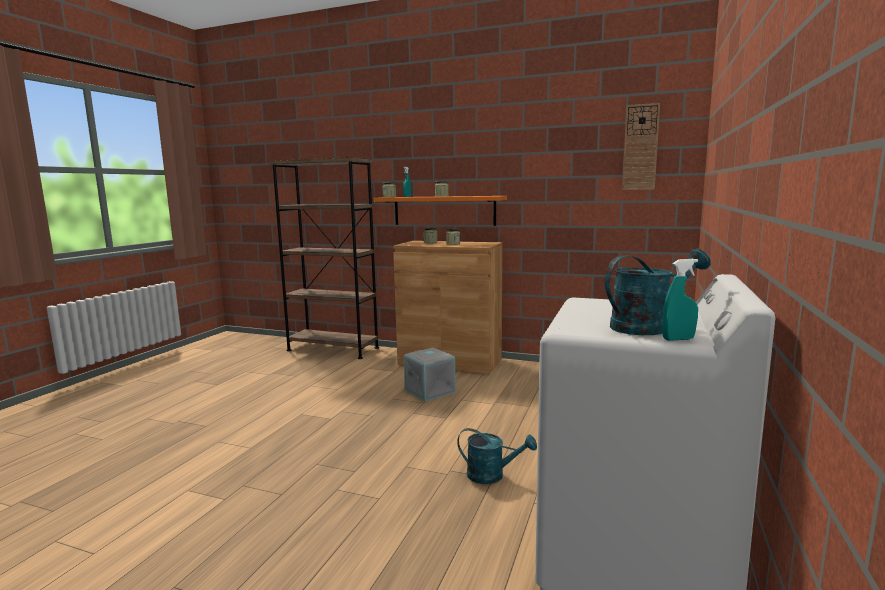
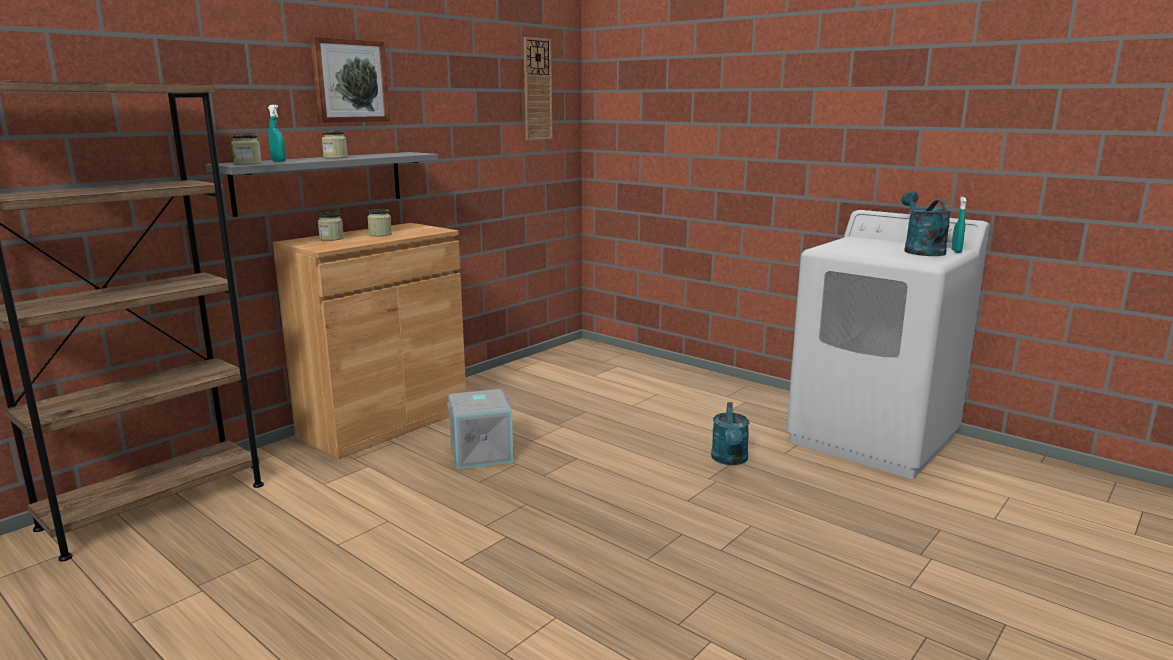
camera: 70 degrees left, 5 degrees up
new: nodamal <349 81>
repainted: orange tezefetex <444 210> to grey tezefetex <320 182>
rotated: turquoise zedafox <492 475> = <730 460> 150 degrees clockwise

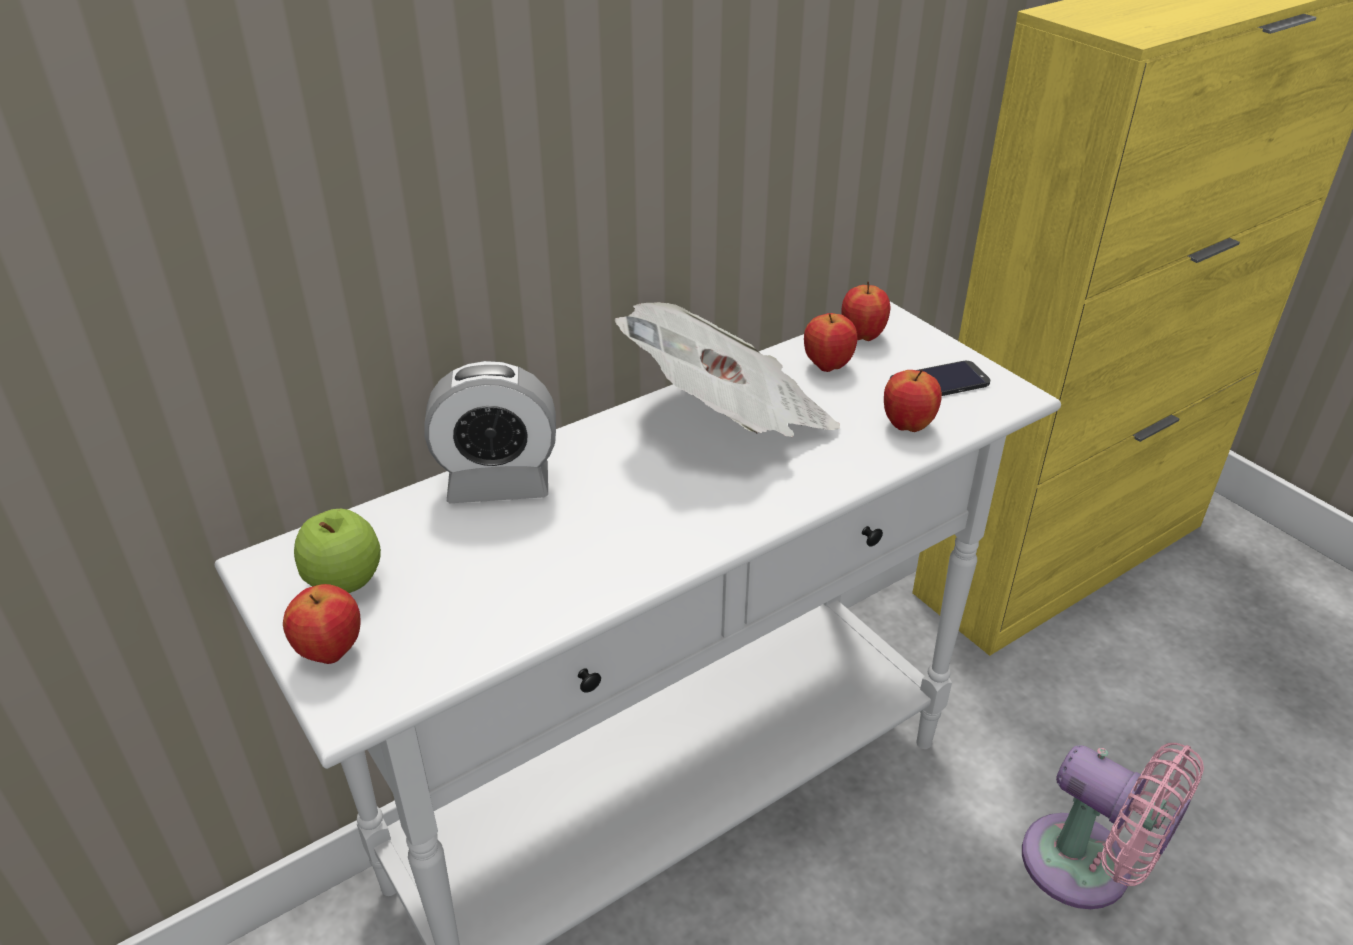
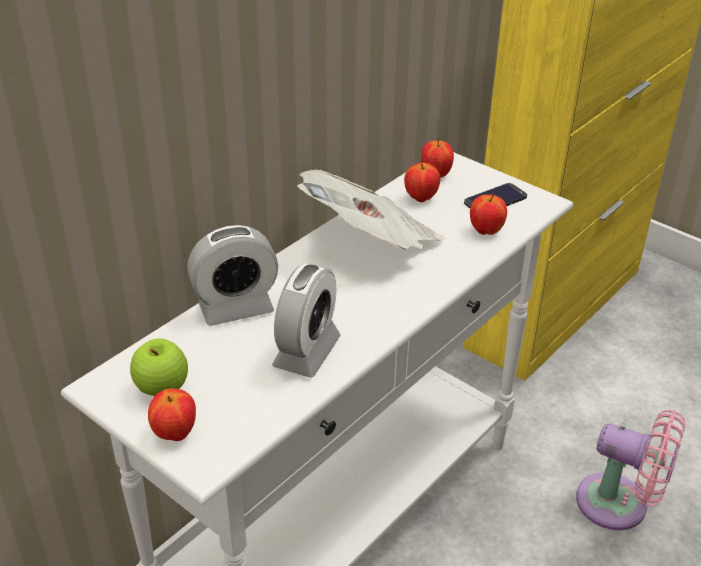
camera: 15 degrees left, 0 degrees up
new: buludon <307 352>

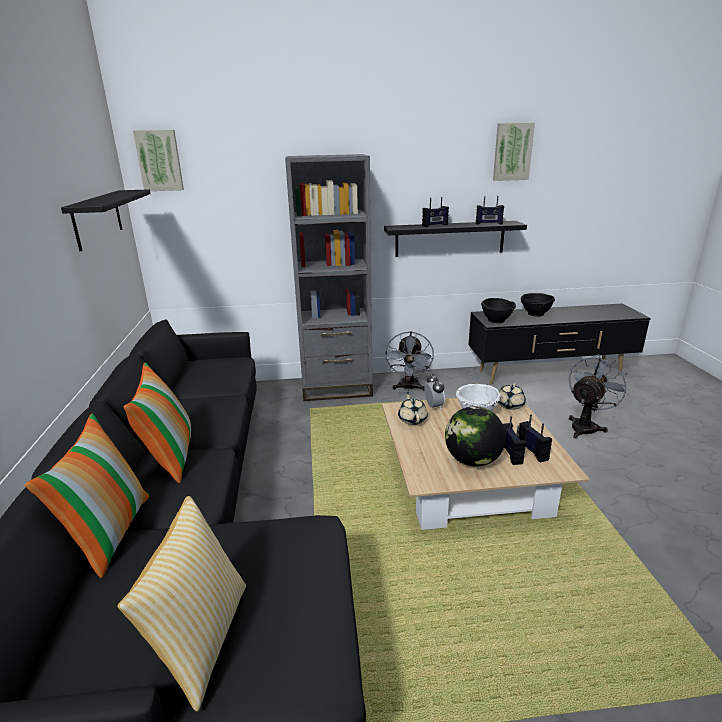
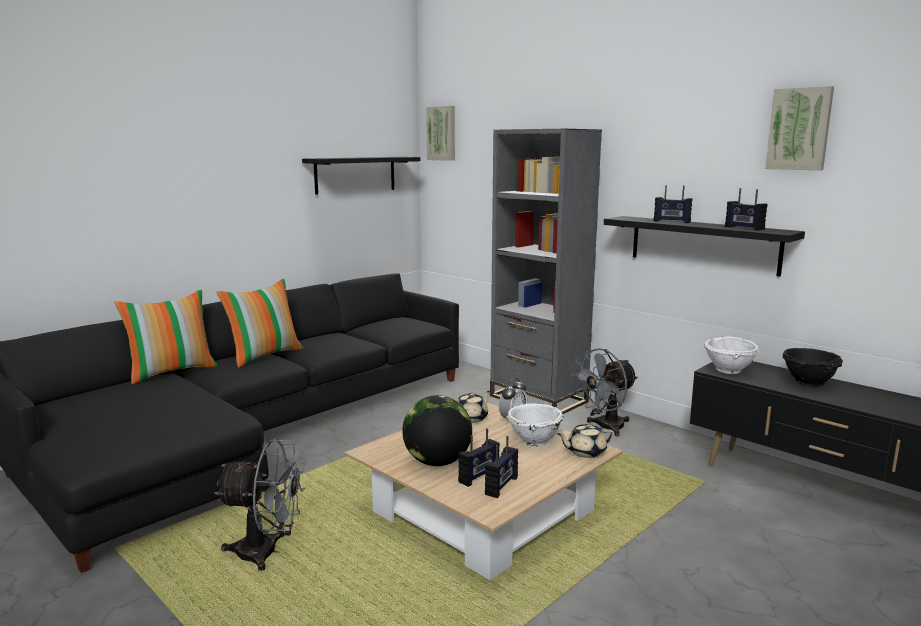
camera: 50 degrees right, 10 degrees down
gone: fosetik <201 640>
shifted: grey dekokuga <586 426> to <267 552>
repainted: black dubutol <497 320> to white dubutol <729 370>

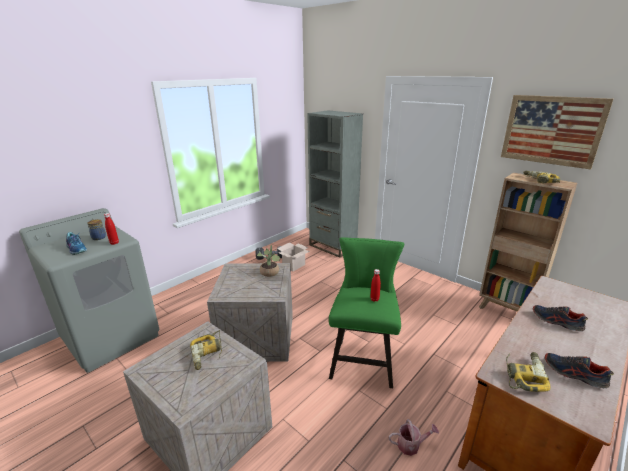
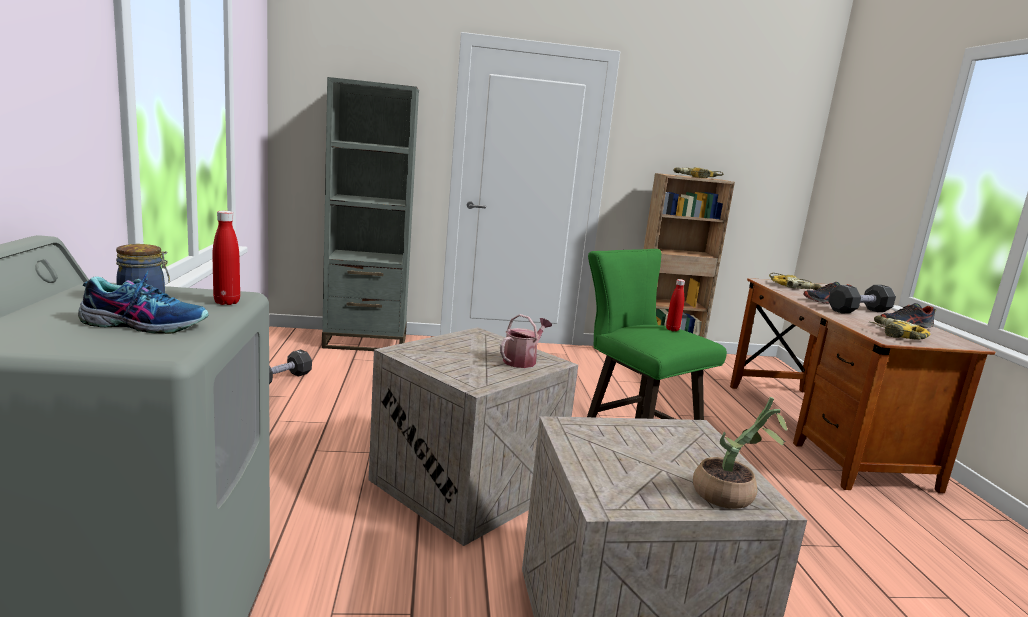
camera: 50 degrees left, 10 degrees down
gone: nodamal <551 130>; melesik <293 266>
new: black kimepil <859 311>
shifted: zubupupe <270 273> to <731 496>; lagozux <208 353> to <793 287>; zedafox <411 445> to <522 360>

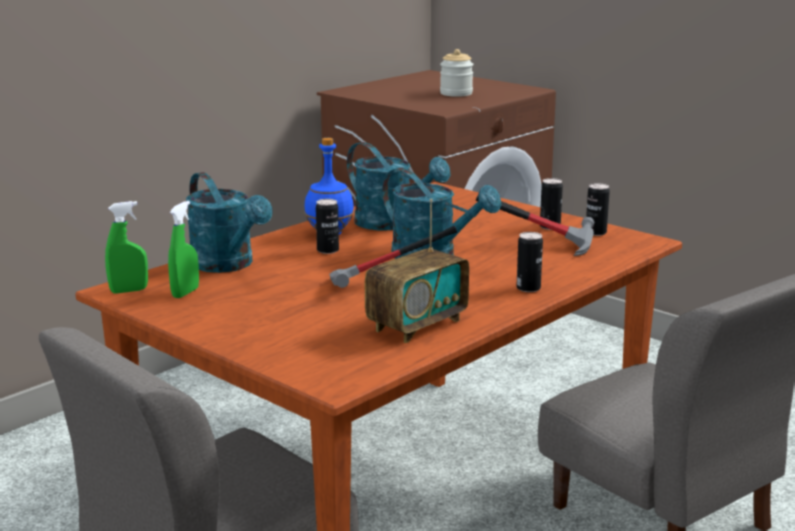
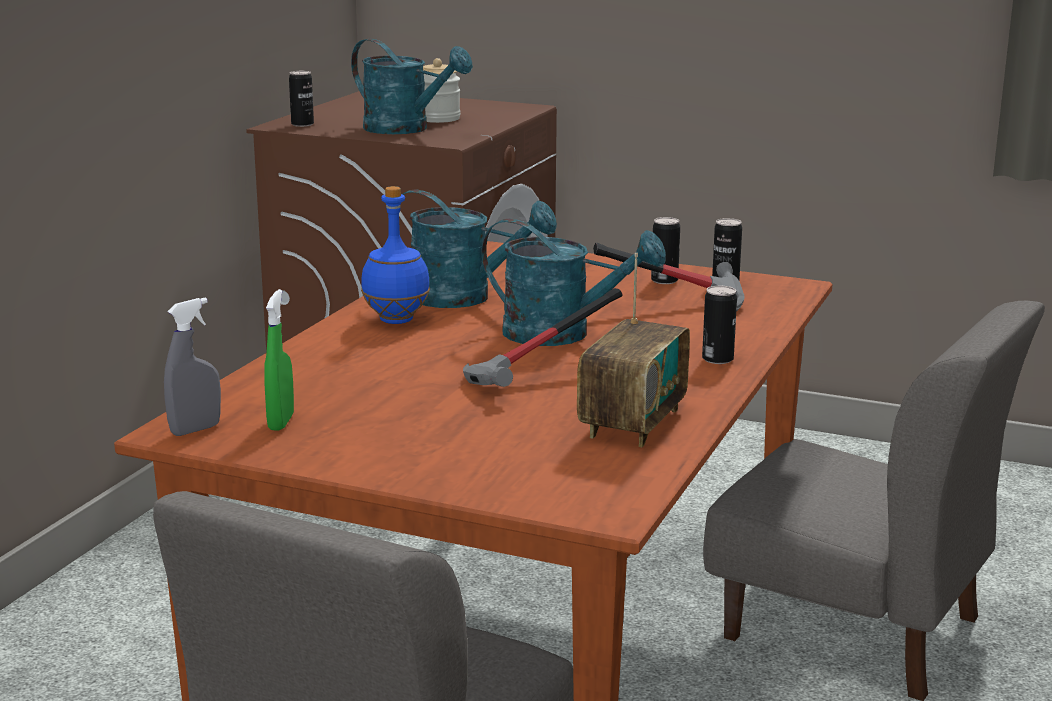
camera: 20 degrees left, 0 degrees up
shifted: turquoise zedafox <228 265> to <406 129>; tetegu <327 250> to <302 124>
repainted: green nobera <129 291> to grey nobera <195 429>

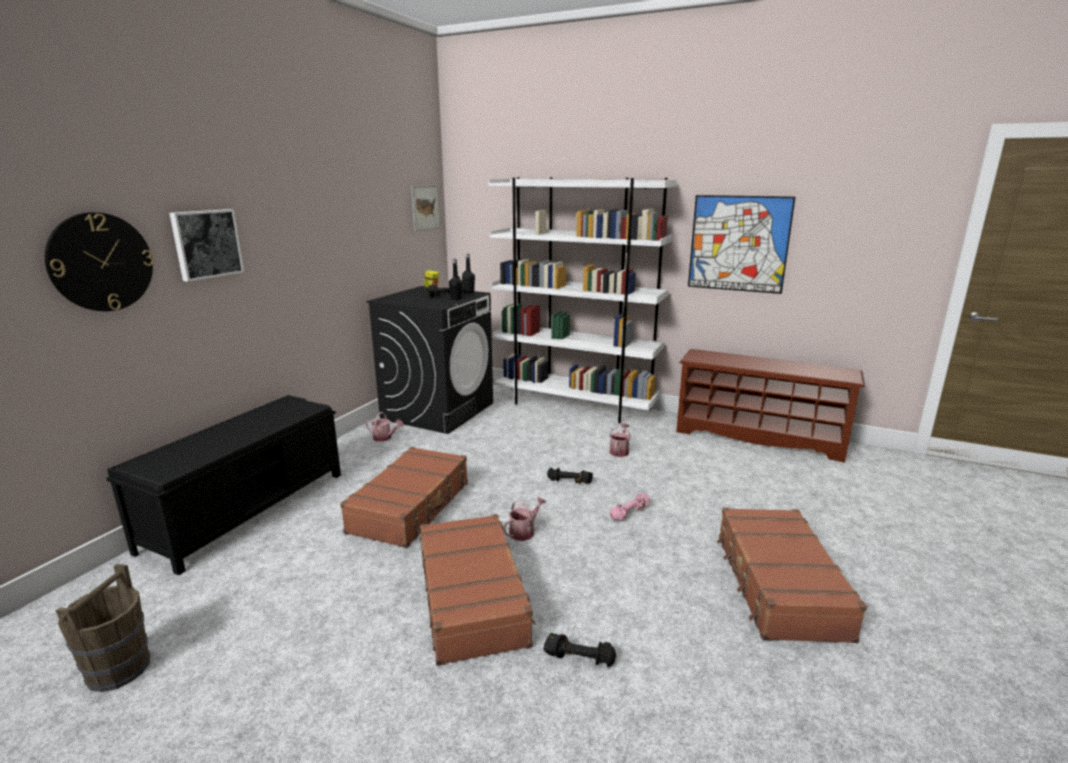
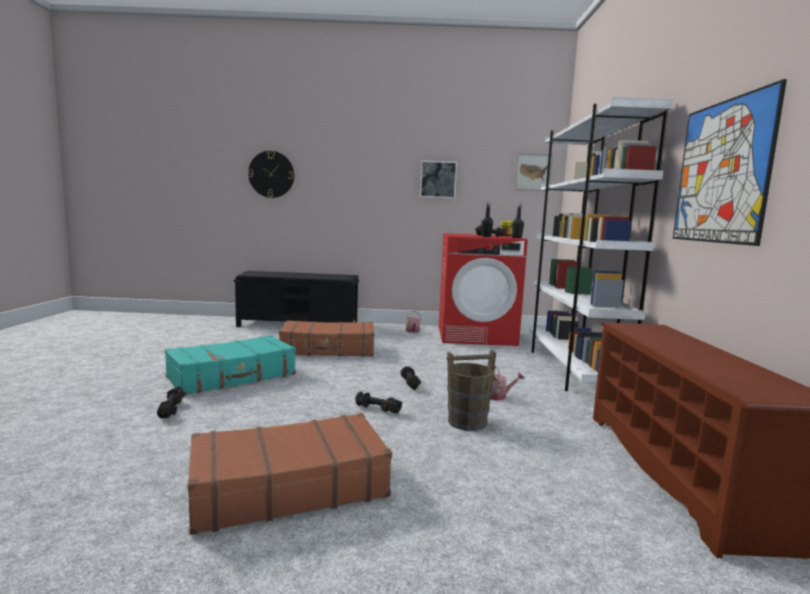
camera: 65 degrees right, 10 degrees down
gone: zedafox <524 531>
shifted: nodamal <206 244> to <438 179>; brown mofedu <119 668> to <467 422>
repainted: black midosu <438 411> to red midosu <476 335>; pink kimepil <630 513> to black kimepil <376 410>; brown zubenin <473 597> to turquoise zubenin <233 376>

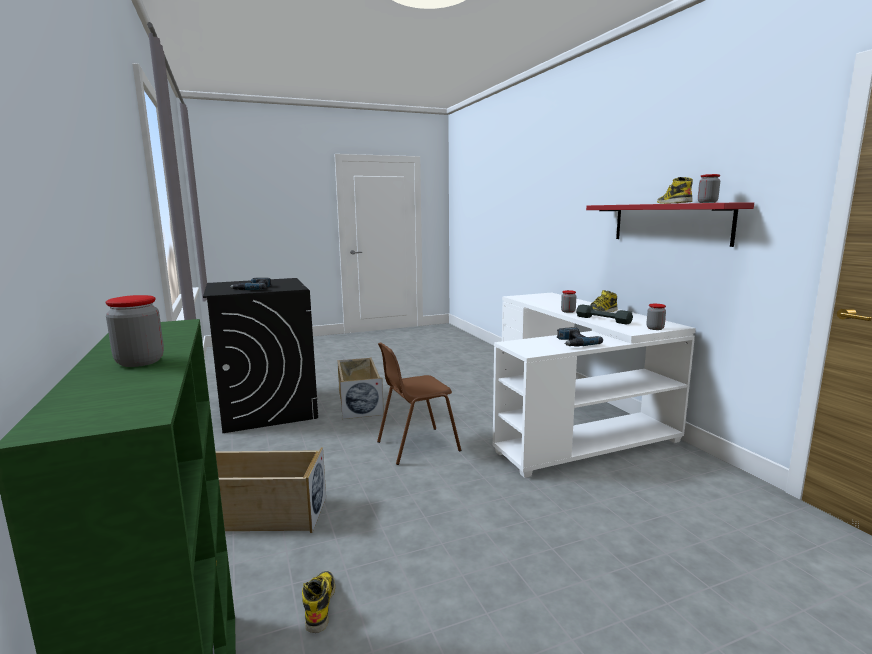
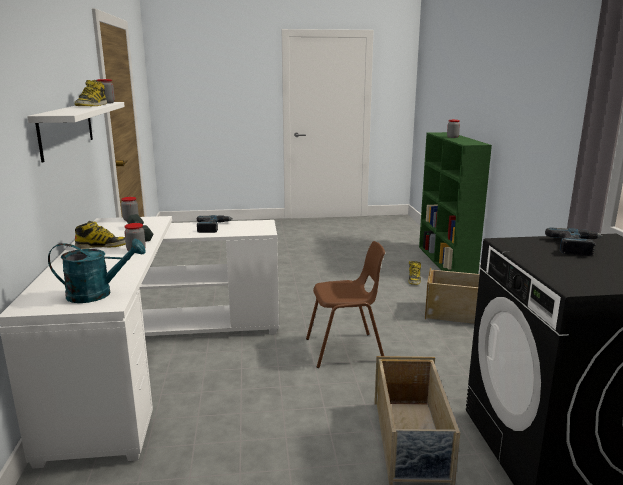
camera: 165 degrees left, 5 degrees up
new: turquoise zedafox <98 294>
repainted: red tezefetex <669 223> to white tezefetex <67 128>

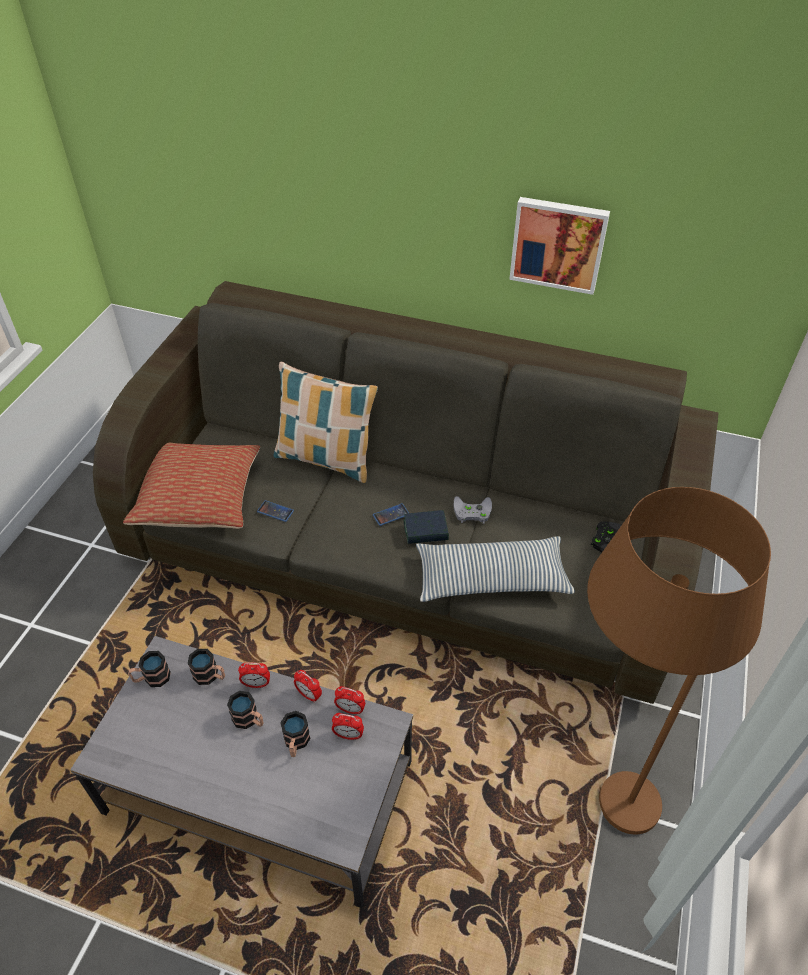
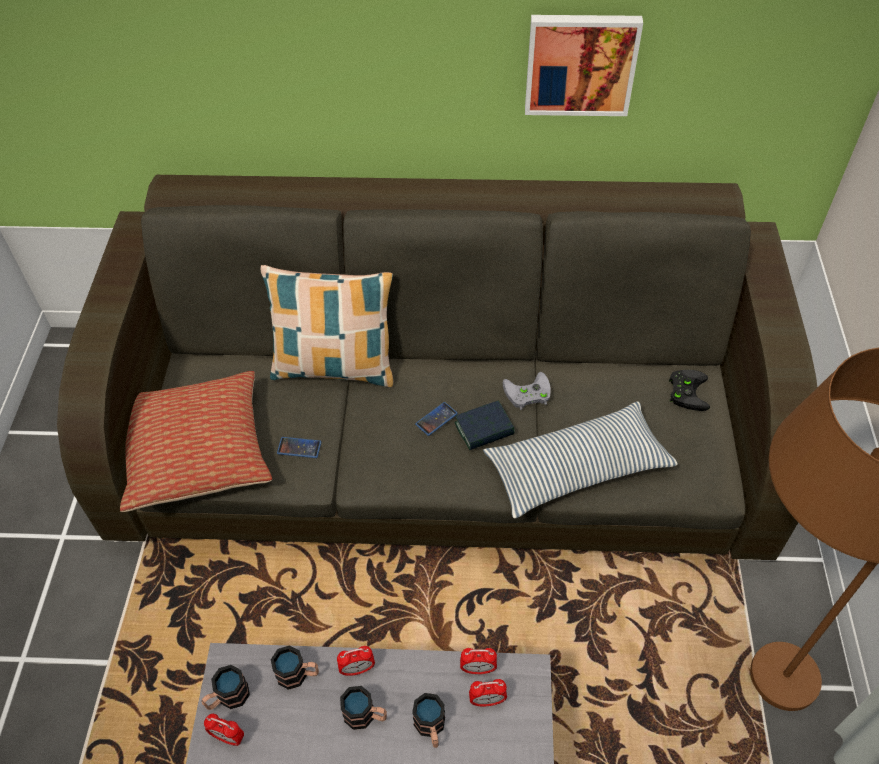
camera: 15 degrees left, 5 degrees up
shifted: buludon <309 695> to <228 737>

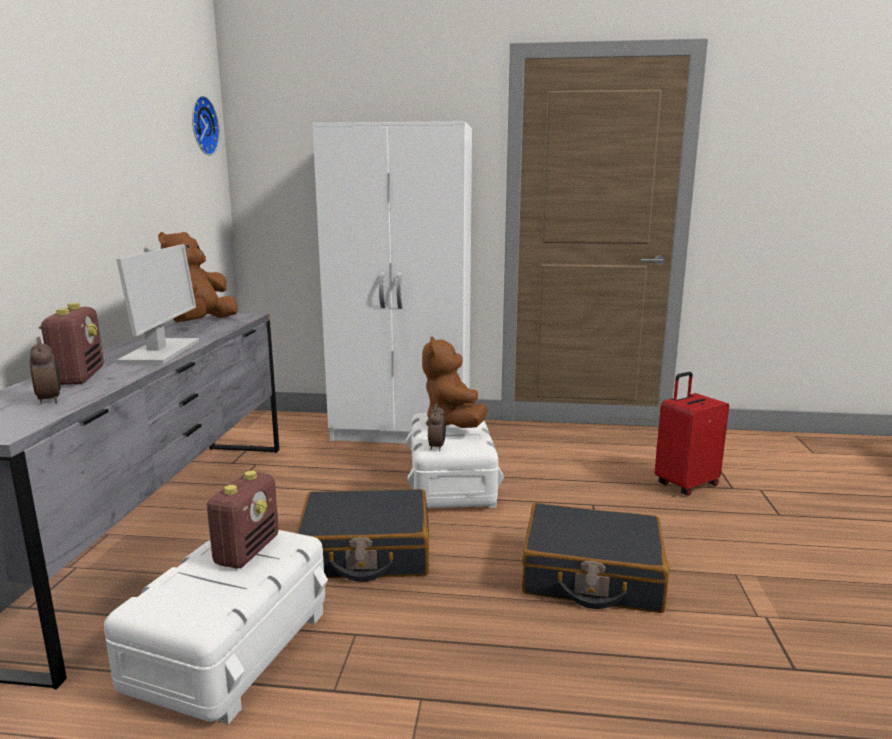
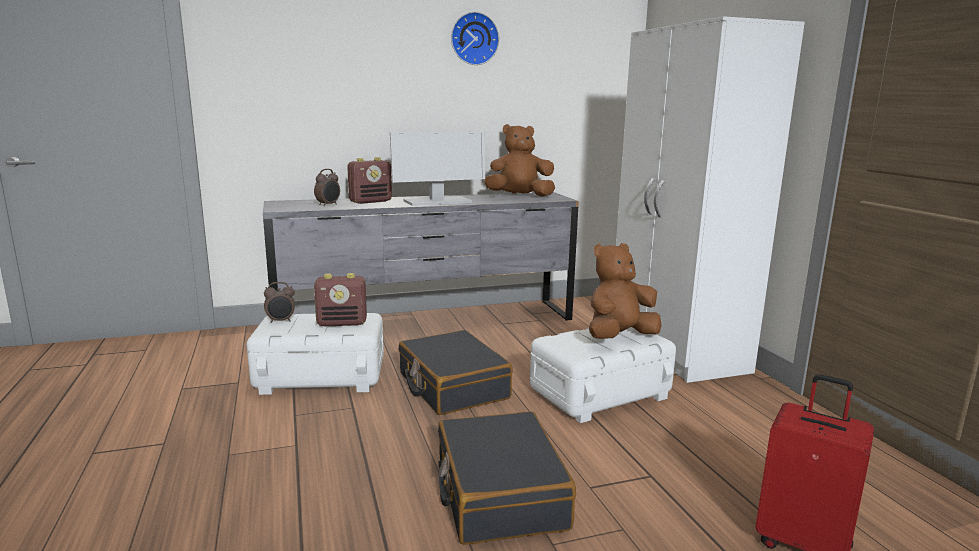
camera: 65 degrees right, 0 degrees up
shifted: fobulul <201 126> to <474 39>; buludon <437 447> to <281 321>

